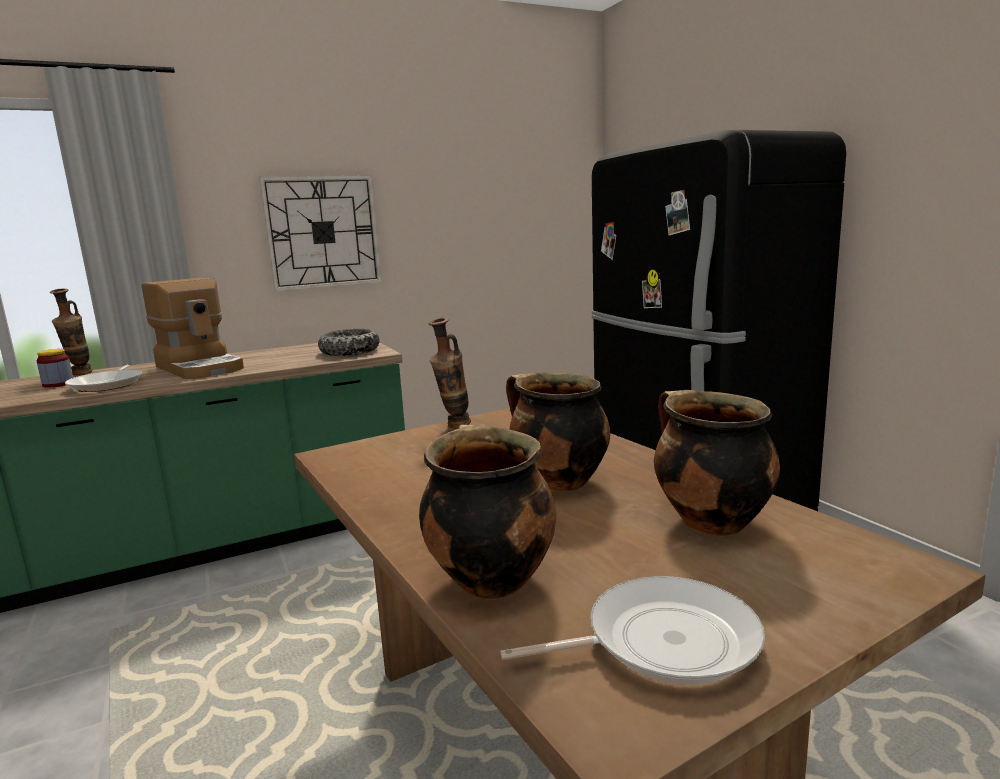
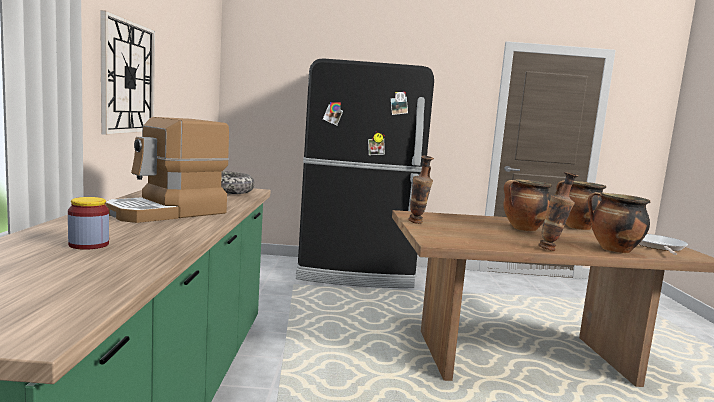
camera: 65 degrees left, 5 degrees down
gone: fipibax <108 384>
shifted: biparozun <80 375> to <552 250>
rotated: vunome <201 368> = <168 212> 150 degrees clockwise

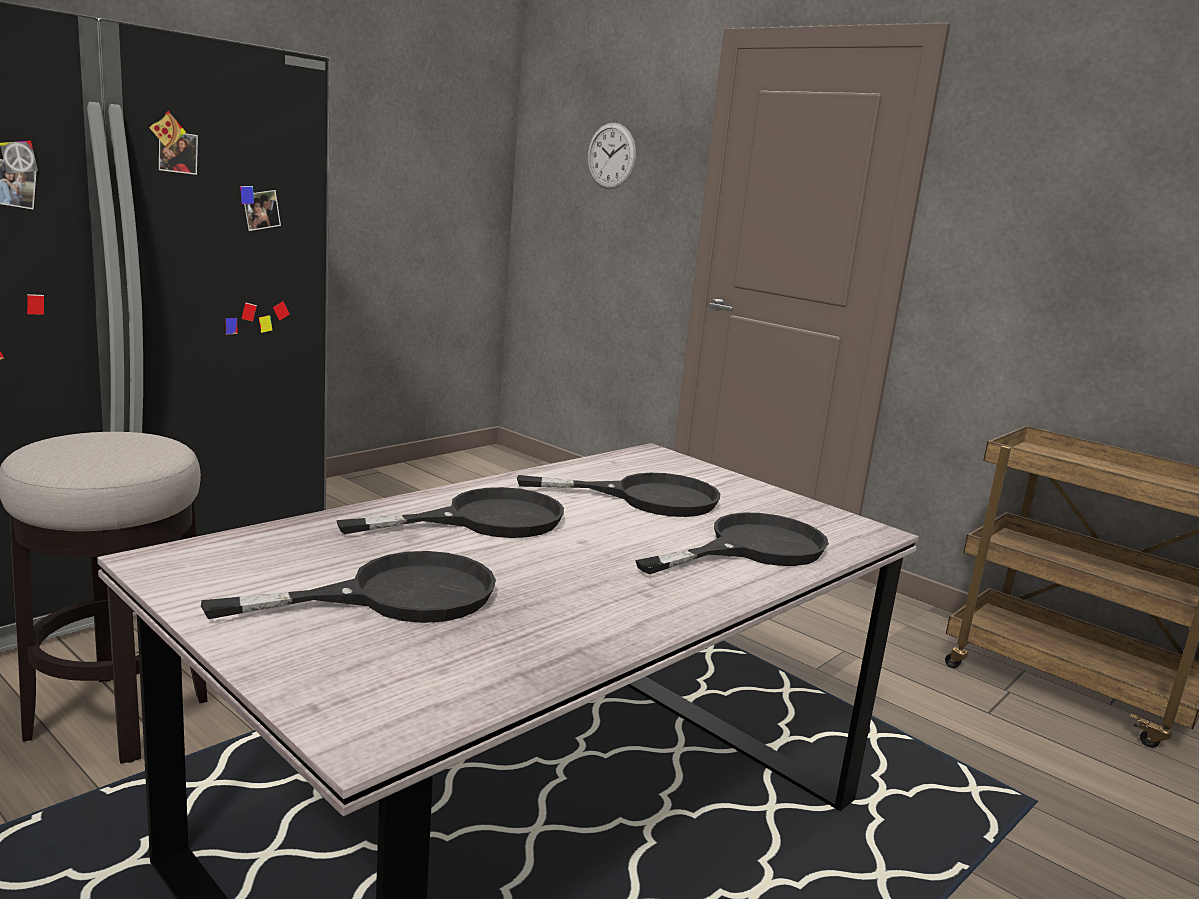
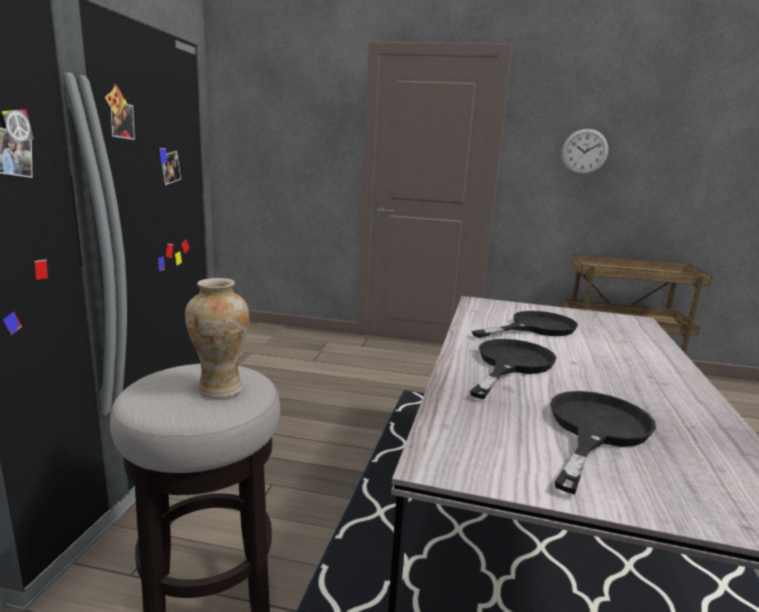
camera: 30 degrees left, 0 degrees up
gone: black fipibax <752 548>
new: biparozun <220 389>
shifted: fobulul <611 156> to <584 152>

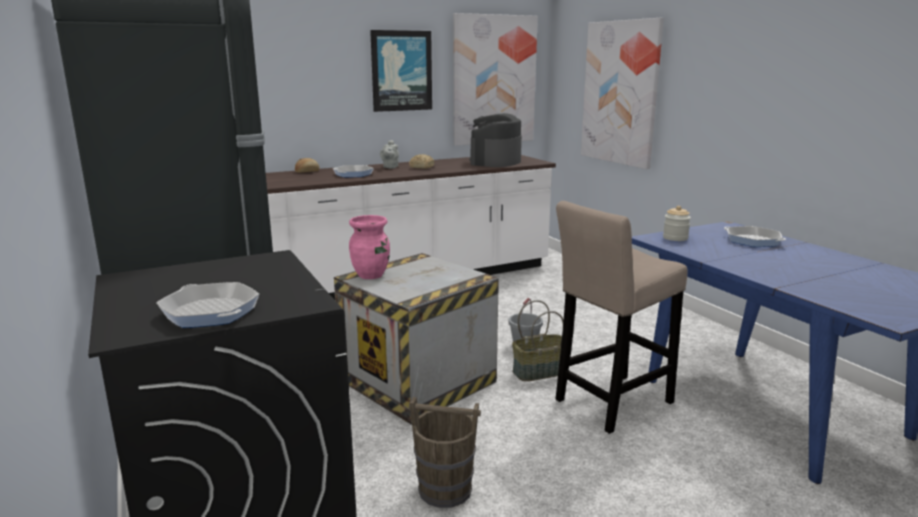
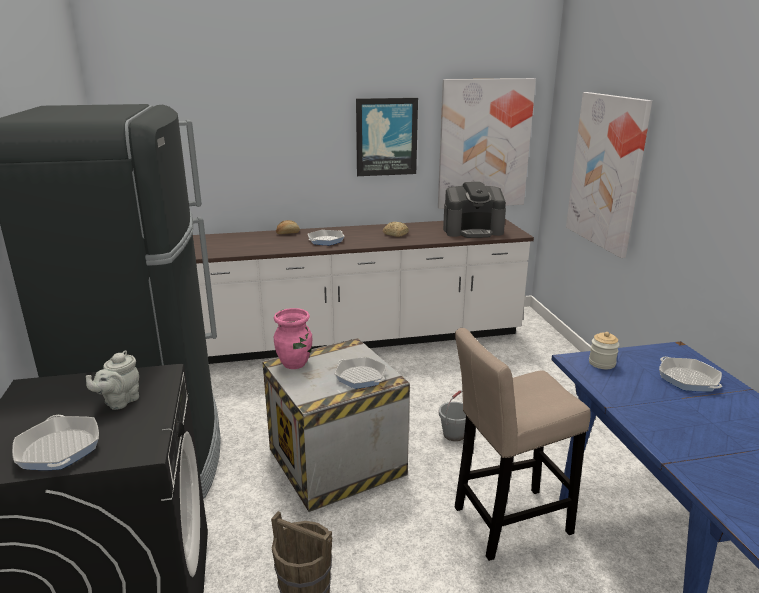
camera: 15 degrees right, 5 degrees up
gone: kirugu <540 371>
new: fipibax <360 377>
shifted: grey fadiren <390 167> to <119 401>
rotated: vunome <495 162> = <473 231> 135 degrees counterclockwise

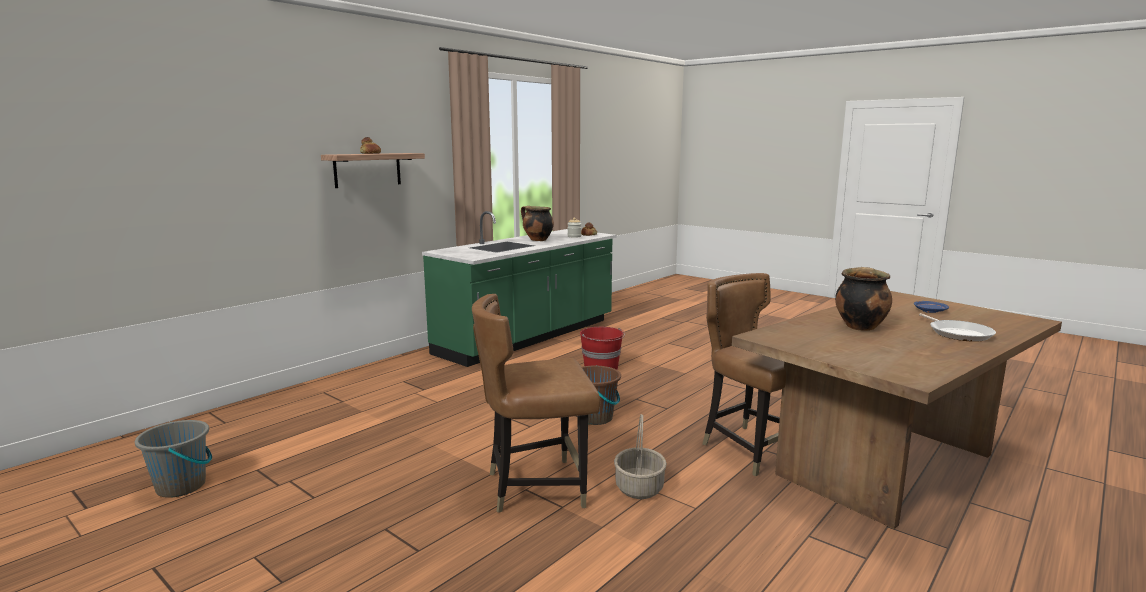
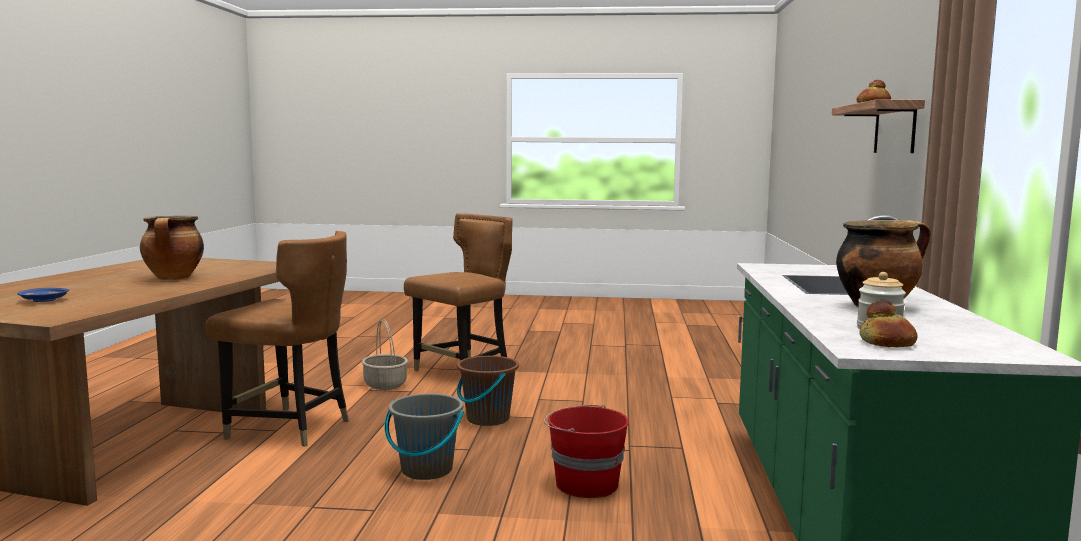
camera: 145 degrees right, 5 degrees down
gone: fipibax <958 333>
shifted: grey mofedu <181 486> to <426 470>

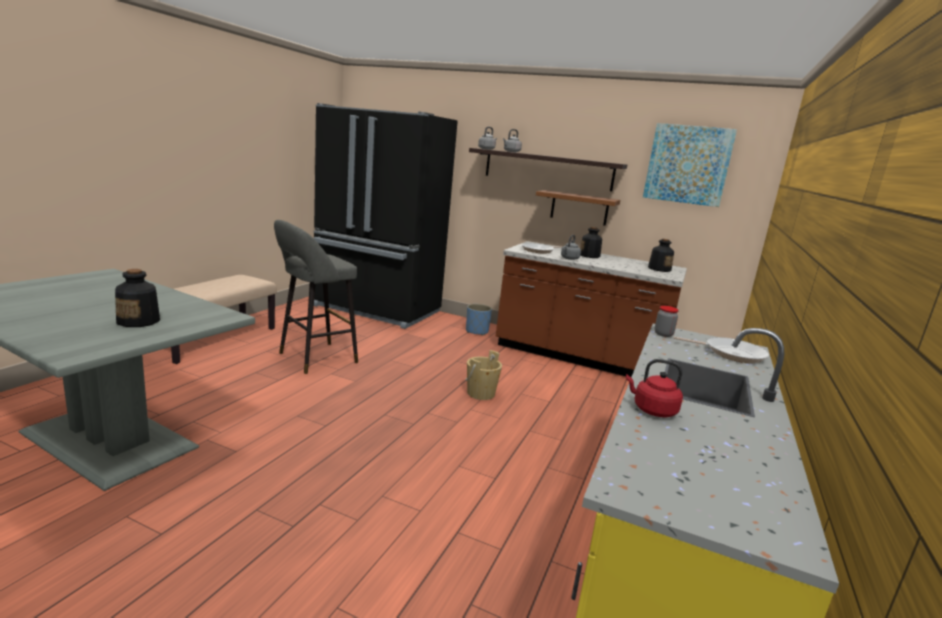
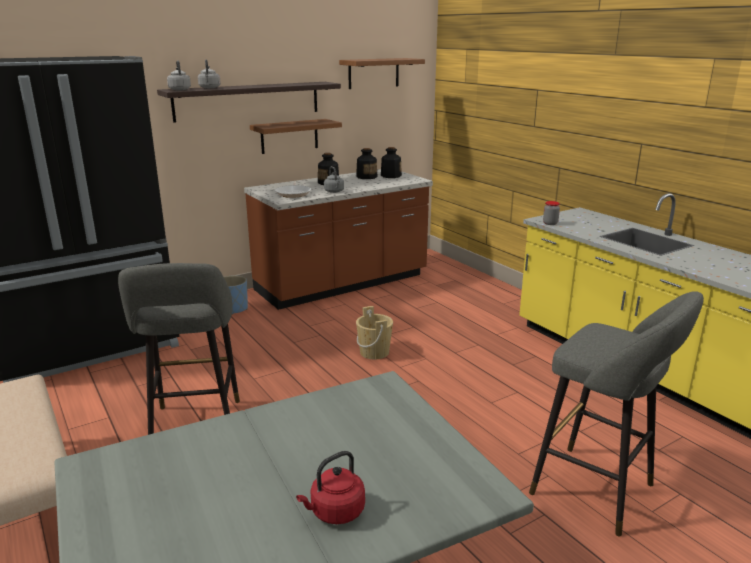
camera: 55 degrees left, 5 degrees up
gone: fipibax <730 353>
new: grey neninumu <599 492>
shifted: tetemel <139 321> to <366 177>; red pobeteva <652 410> to <335 512>
swapped: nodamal <687 164> to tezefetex <373 73>

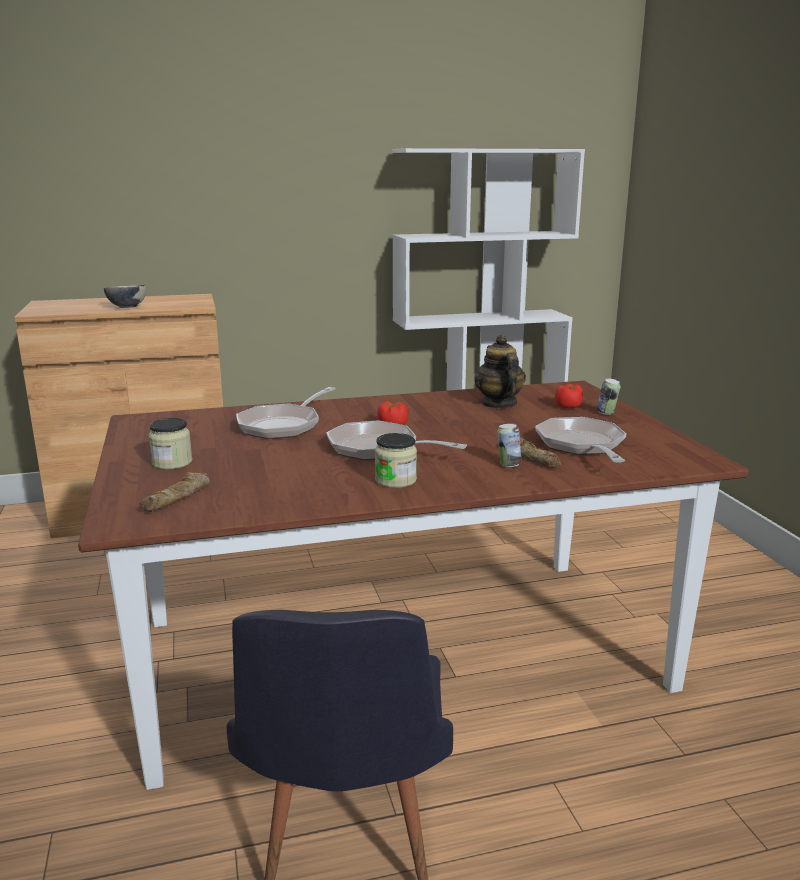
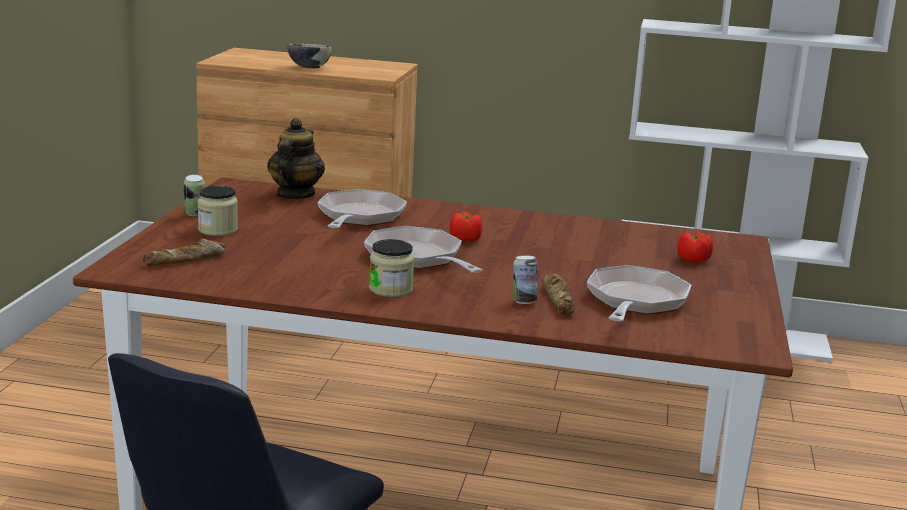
camera: 25 degrees right, 0 degrees up
shifted: fadiren <498 404> to <294 195>; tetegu <606 413> to <194 214>
rotated: fipibax <283 425> = <359 217> 135 degrees clockwise

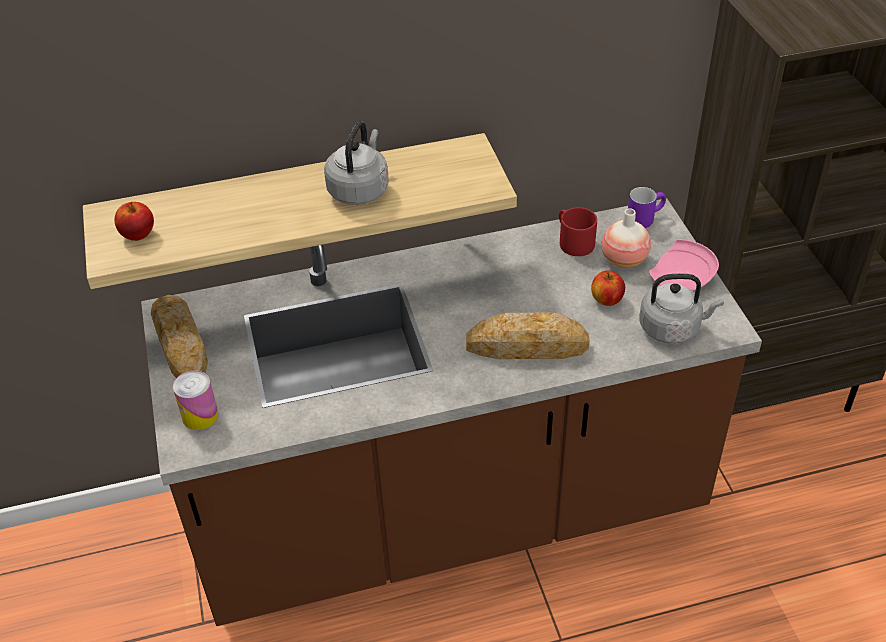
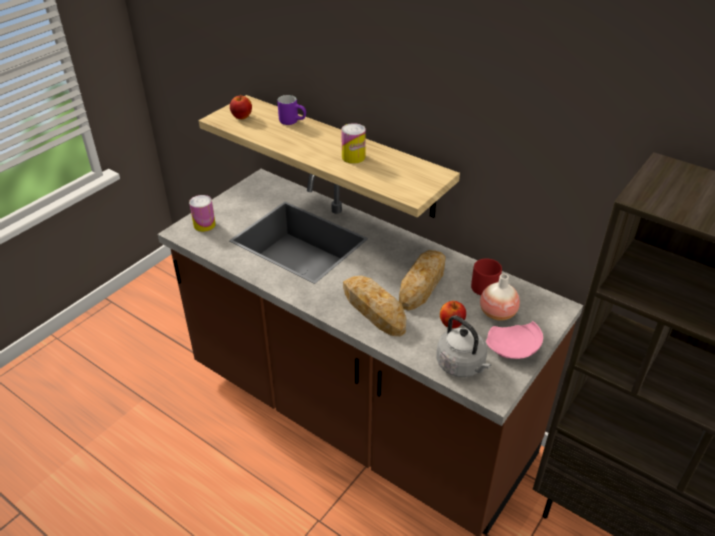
camera: 50 degrees right, 5 degrees down
shifted: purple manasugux <644 218> to <293 121>; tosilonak <180 343> to <423 283>
swapped: grey pobeteva <359 189> to tetegu <353 157>

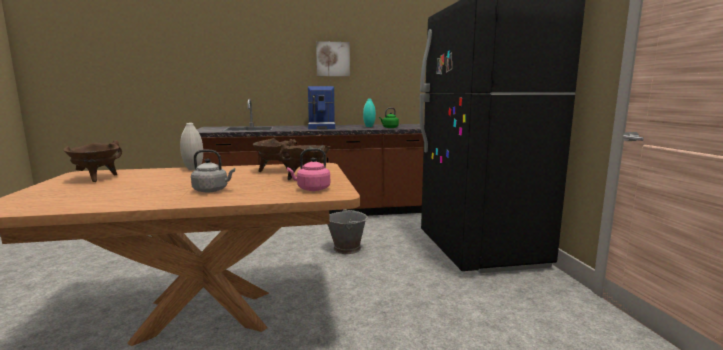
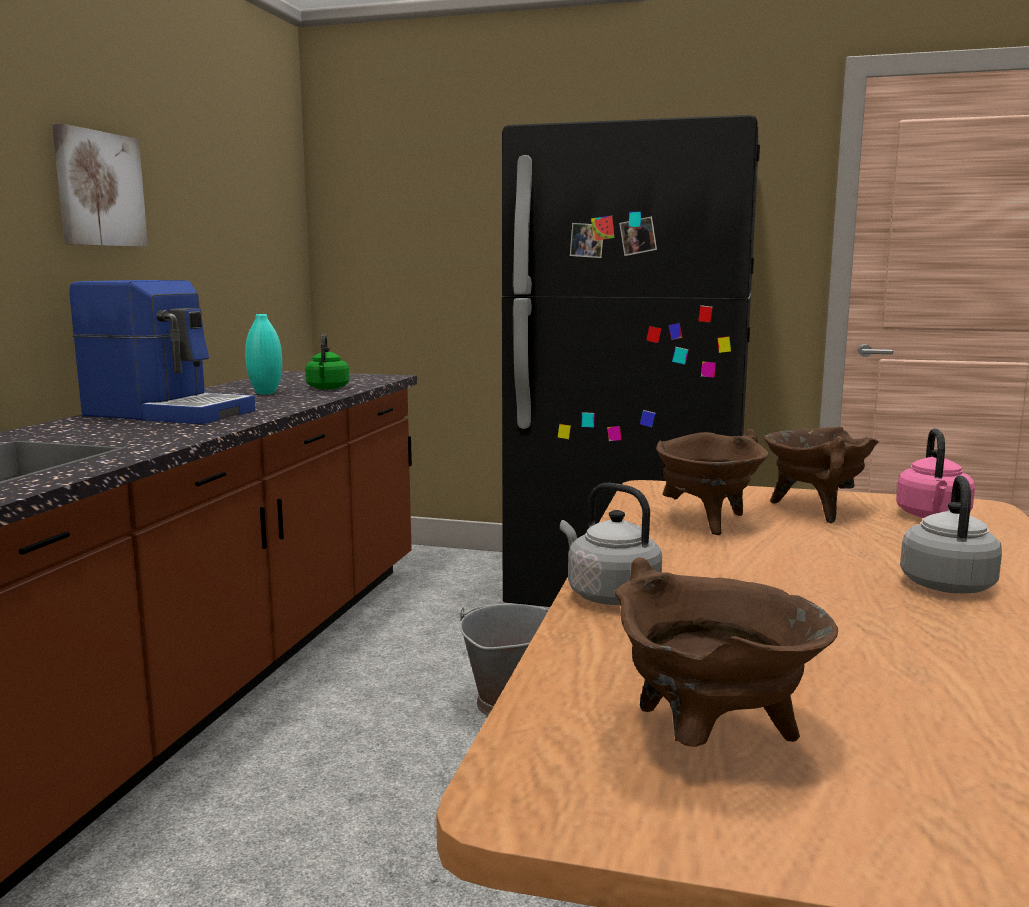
camera: 65 degrees left, 0 degrees up
swapped: white biparozun <193 169> to grey pobeteva <609 595>

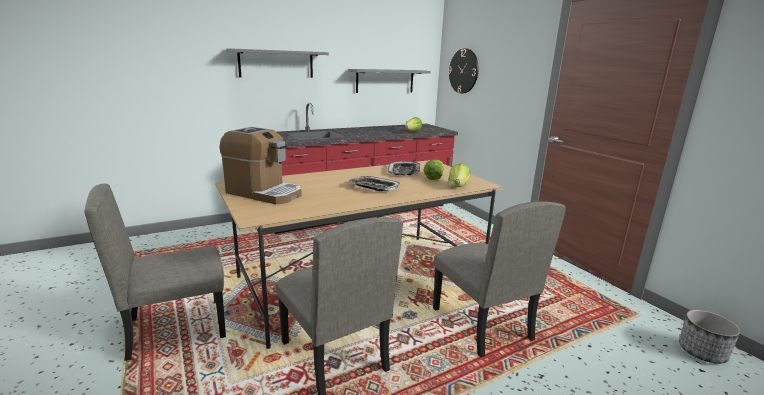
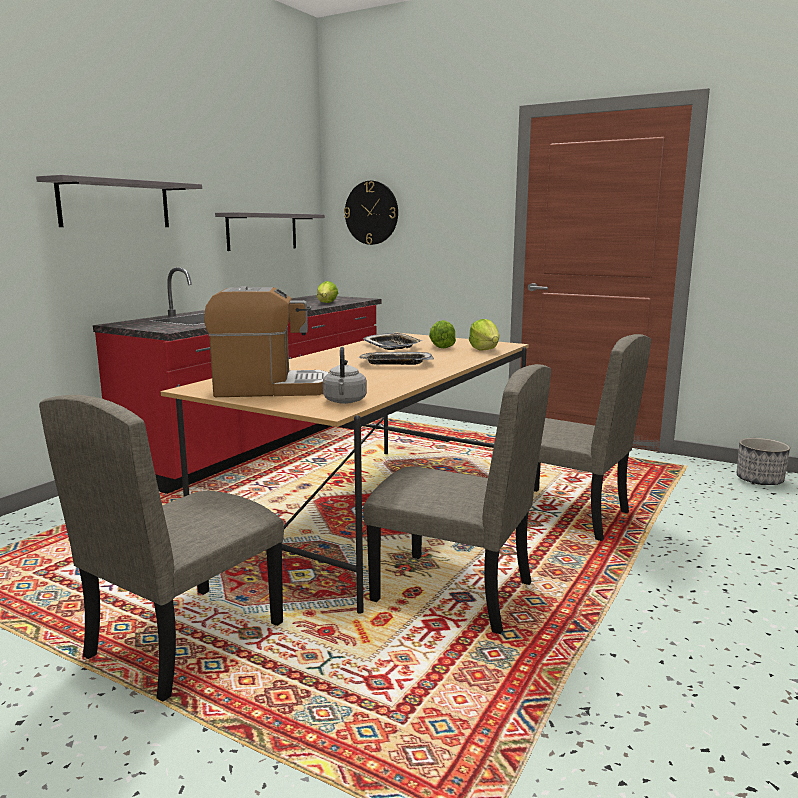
camera: 30 degrees left, 5 degrees down
new: grey pobeteva <344 401>

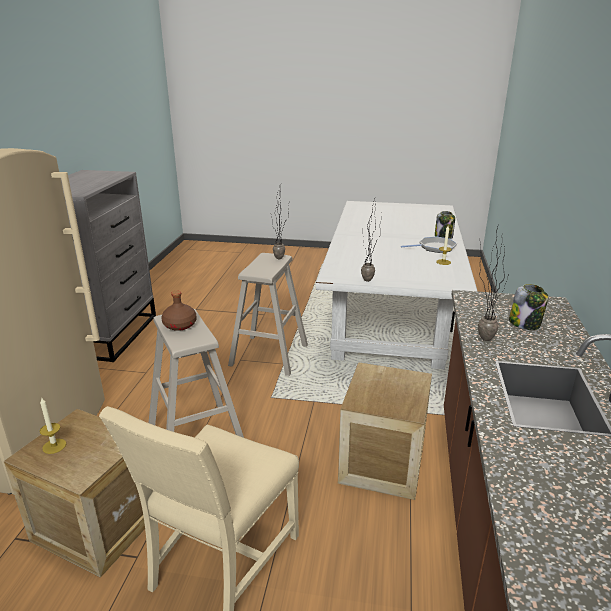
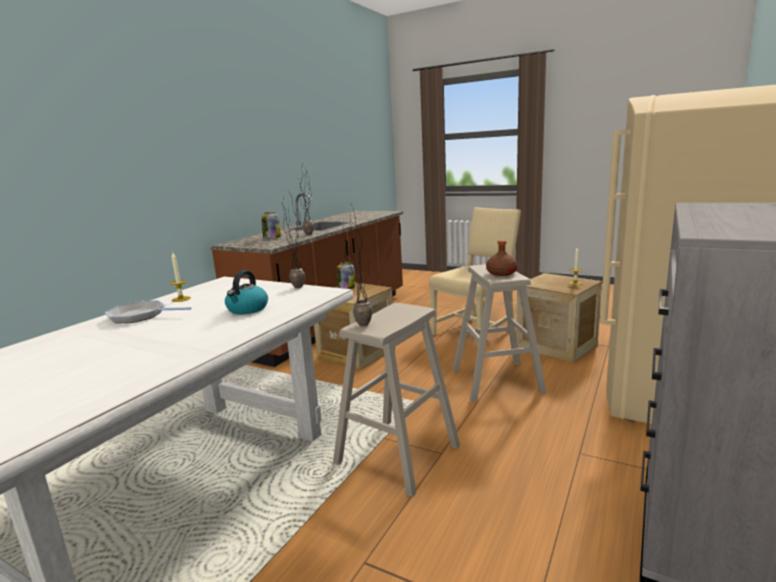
camera: 160 degrees left, 10 degrees down
new: pobeteva <247 309>
shifted: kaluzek <443 237> to <346 287>

